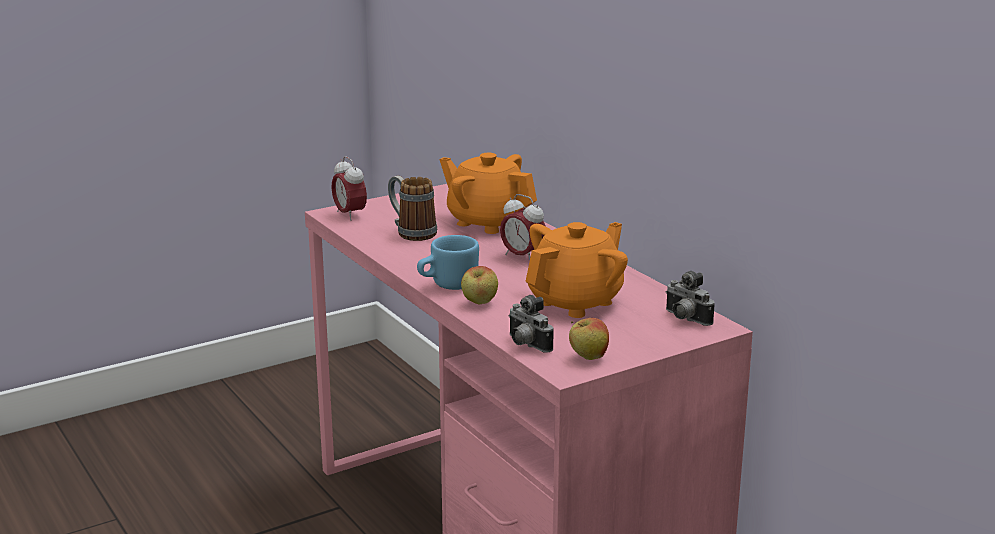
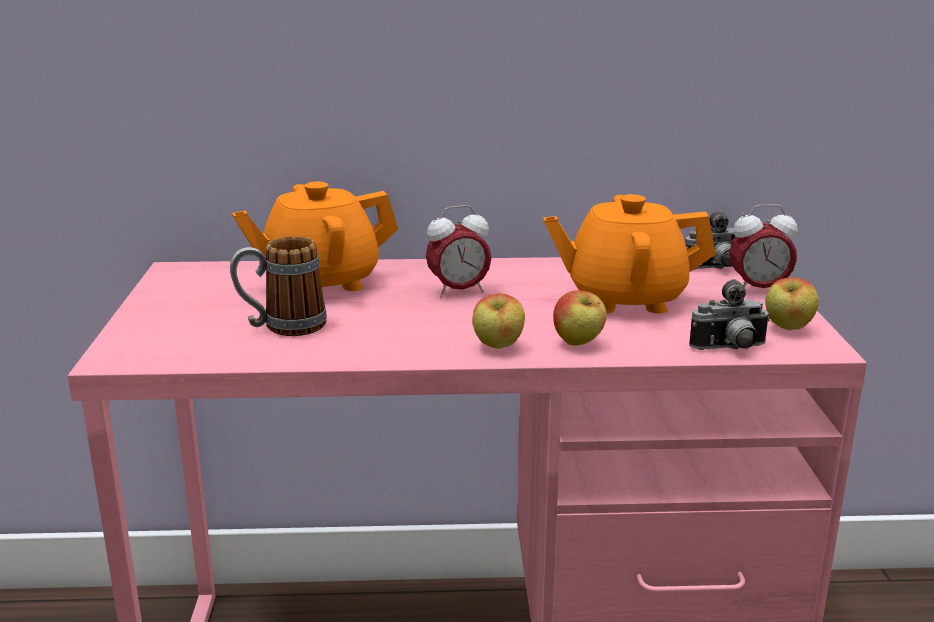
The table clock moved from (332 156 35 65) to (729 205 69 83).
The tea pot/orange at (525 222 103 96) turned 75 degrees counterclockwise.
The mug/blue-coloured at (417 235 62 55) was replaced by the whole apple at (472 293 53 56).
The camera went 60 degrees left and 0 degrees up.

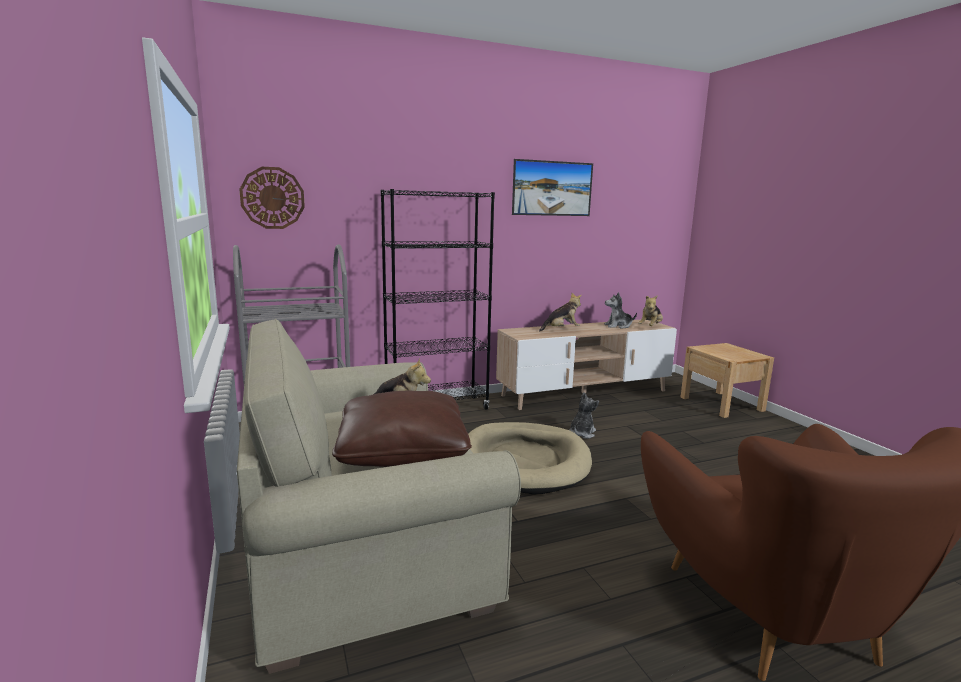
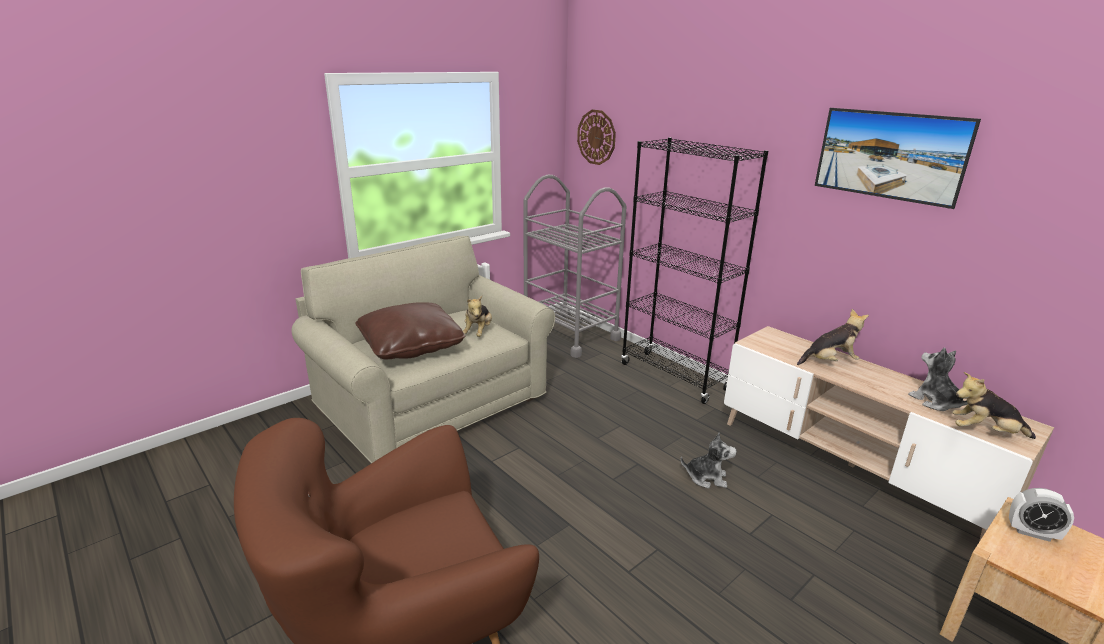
The cuddly toy at (539 293 43 39) turned 60 degrees counterclockwise.
The dog cushion/beige at (468 422 124 72) disappeared.
The table clock at (1009 488 65 54) appeared.
The camera went 70 degrees right and 10 degrees up.

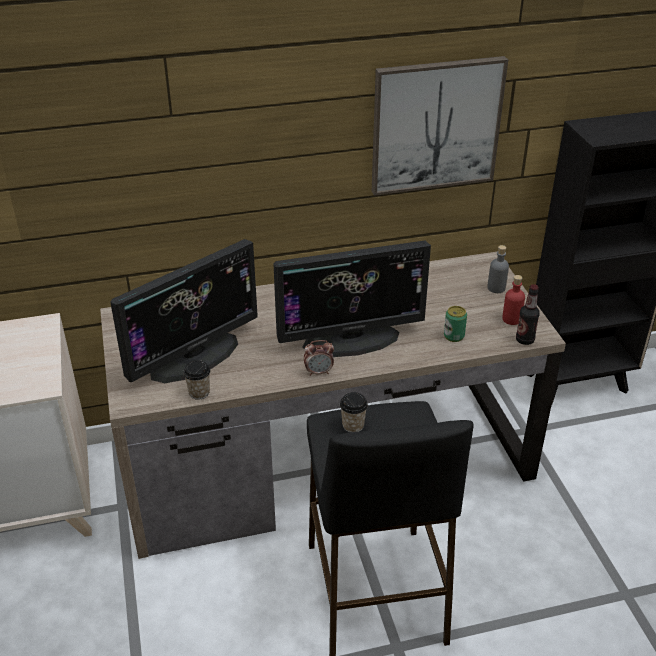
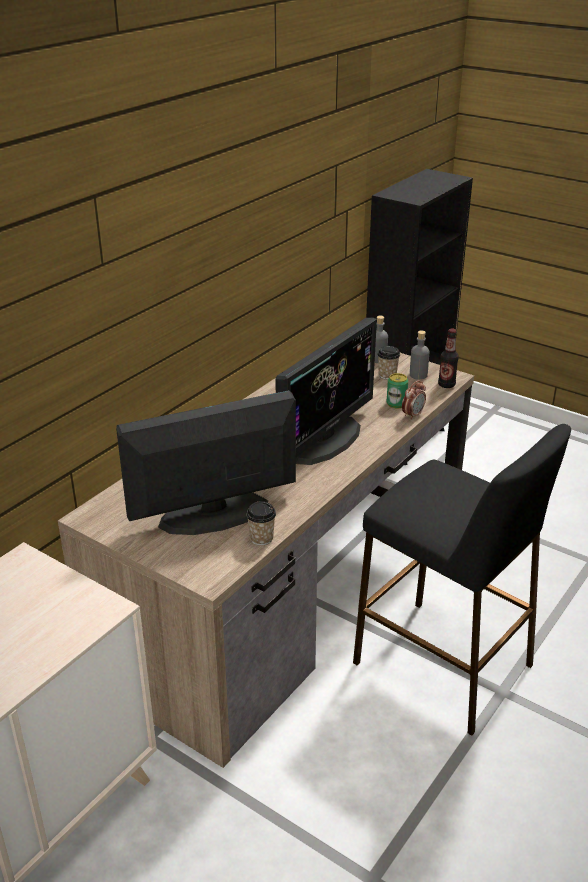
The wall picture at (372 56 136 140) disappeared.
The computer screen at (110 239 148 144) turned 120 degrees counterclockwise.
The drink bottle/red at (502 275 23 50) became the drink bottle/grey at (410 331 19 49).
The table clock moved from (304 340 30 36) to (402 380 24 40).
The drinking cup moved from (340 392 28 40) to (377 346 23 34).
The camera went 40 degrees left and 5 degrees down.

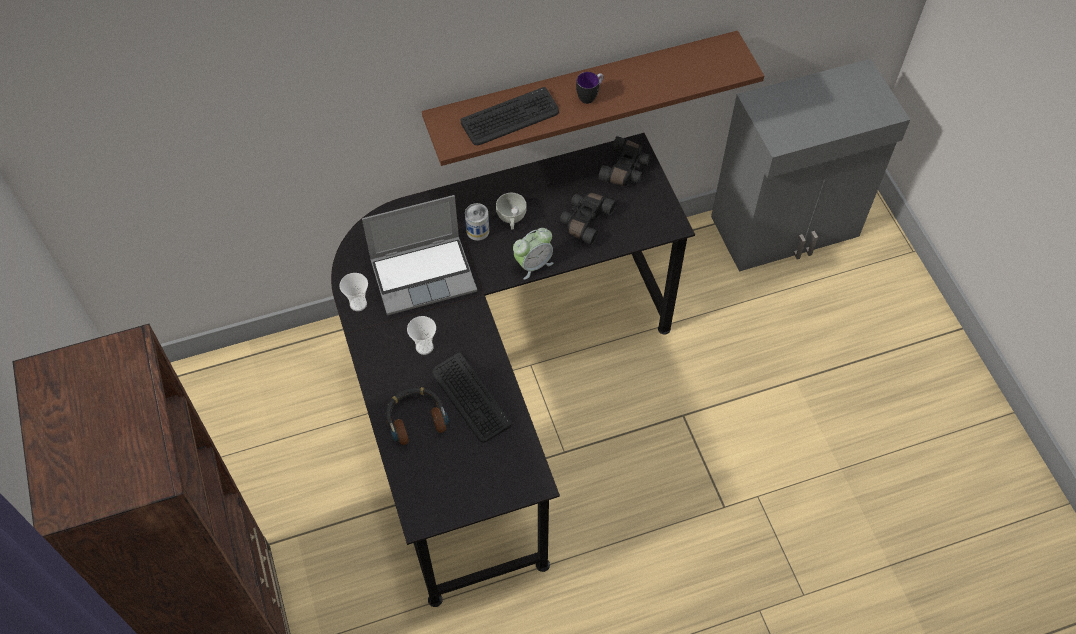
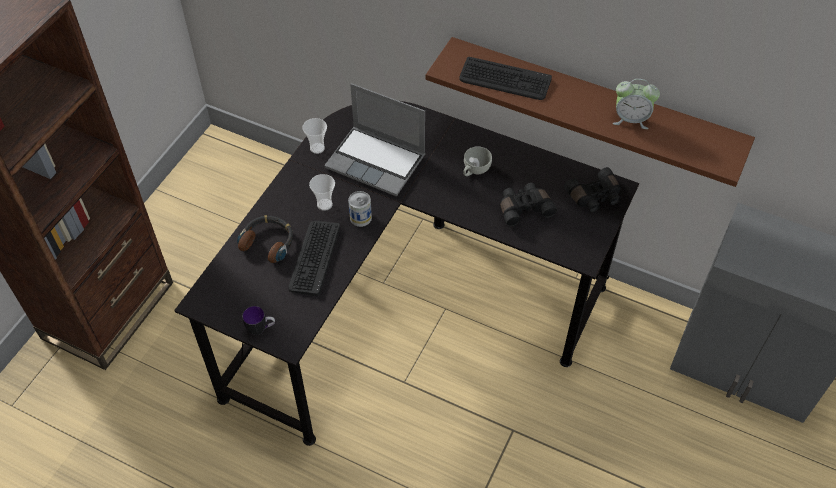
The mug moved from (576 72 28 32) to (242 306 33 29).
The metal can moved from (465 203 24 38) to (348 191 24 36).
The table clock moved from (513 228 40 52) to (612 79 48 50).
The camera went 45 degrees right and 5 degrees down.

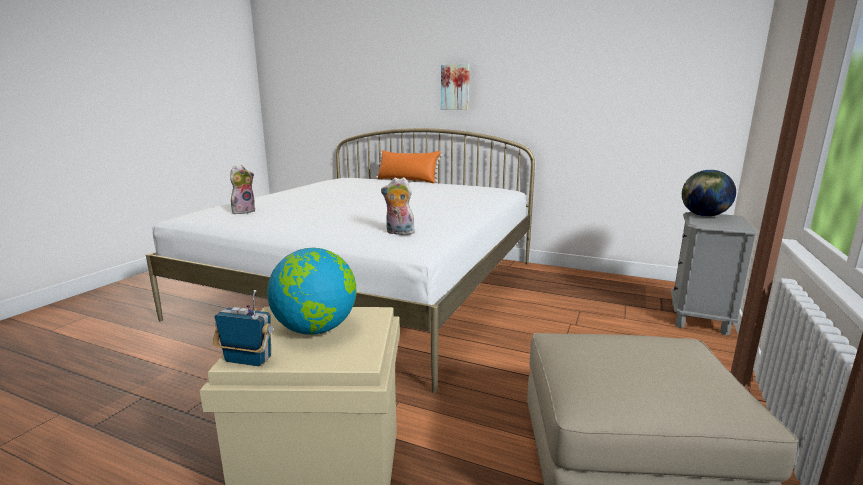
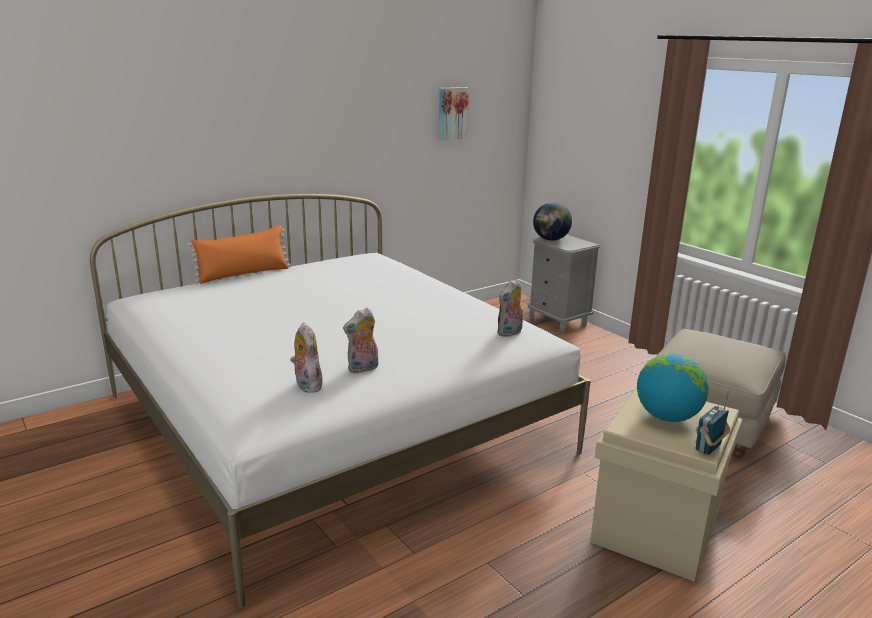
The wall picture moved from (441 64 29 46) to (439 87 30 53).
The cuddly toy at (343 308 35 65) appeared.
The camera went 60 degrees left and 5 degrees up.

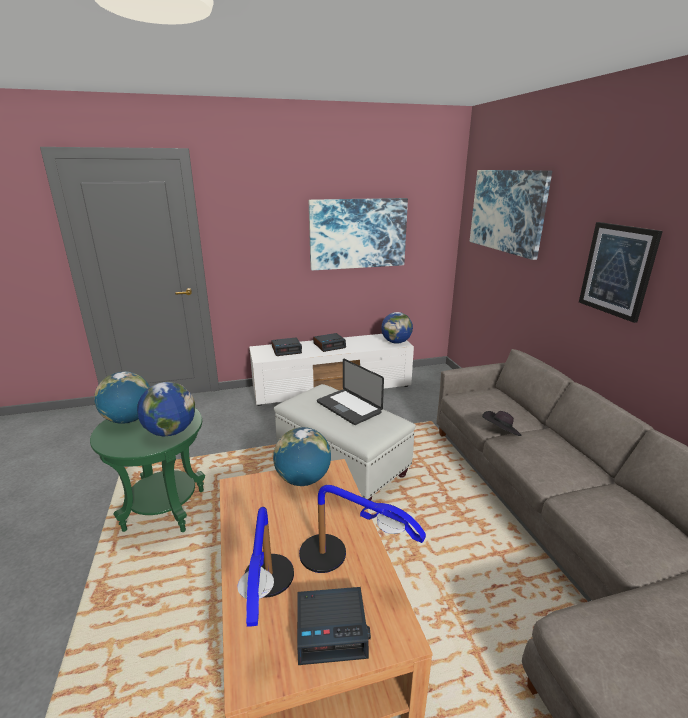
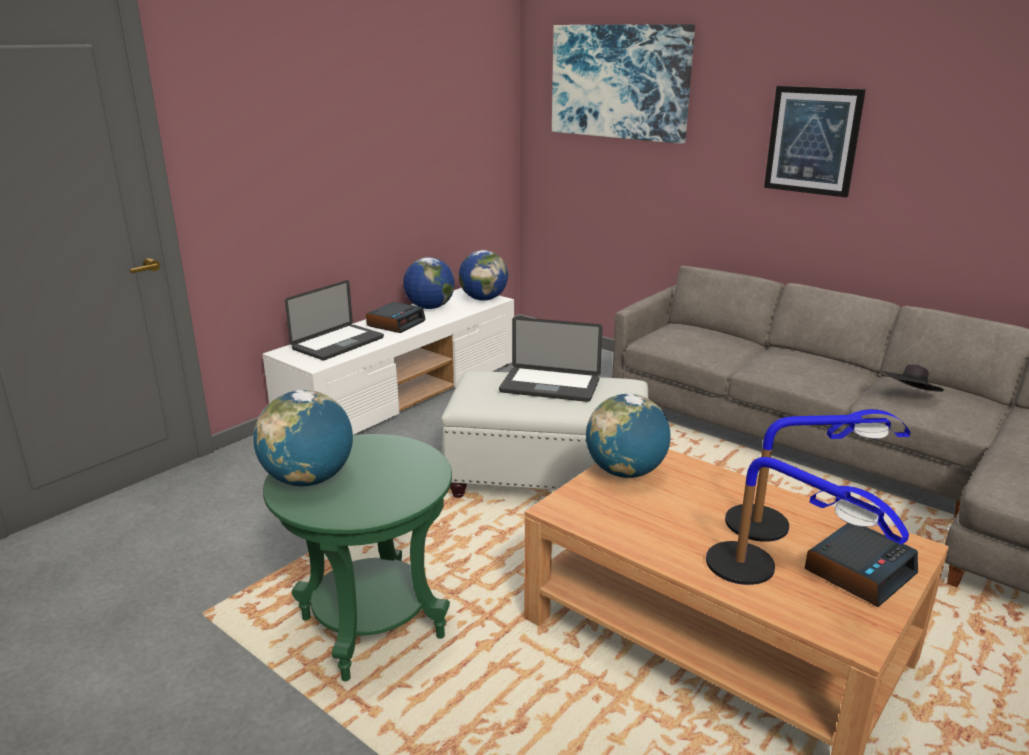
The wall picture at (309 198 99 72) disappeared.
The table clock at (271 337 31 19) was replaced by the laptop at (285 280 99 80).
The world globe moved from (137 382 58 54) to (403 257 52 52).
The clothing hat/blackish moved from (482 411 40 25) to (883 365 61 27).
The camera went 35 degrees left and 0 degrees up.

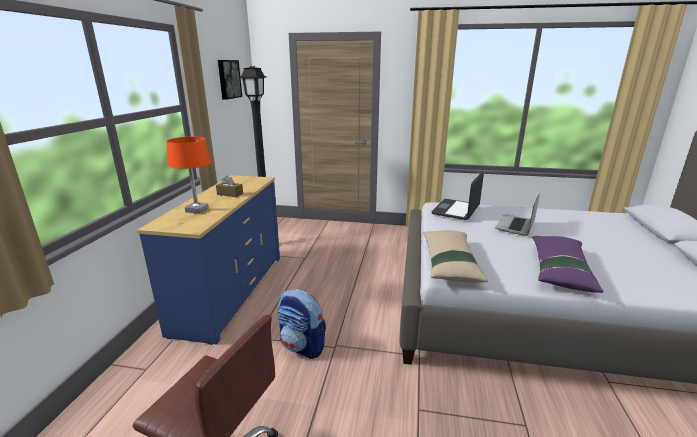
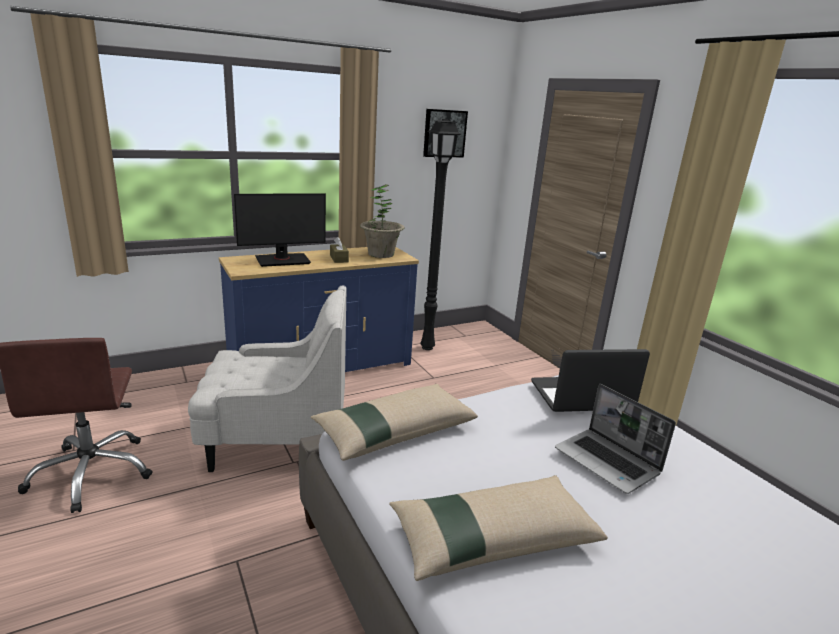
The tabletop lamp/orange at (166 137 45 77) was replaced by the computer screen at (234 193 92 74).
The laptop at (495 193 45 43) turned 120 degrees counterclockwise.
The pillow/purplish at (532 236 71 57) became the pillow/beige at (389 475 219 106).
The backpack at (278 289 48 70) was replaced by the lounge chair/white-coloured at (188 286 159 186).
The houseplant at (360 184 45 74) appeared.
The camera went 50 degrees right and 0 degrees up.

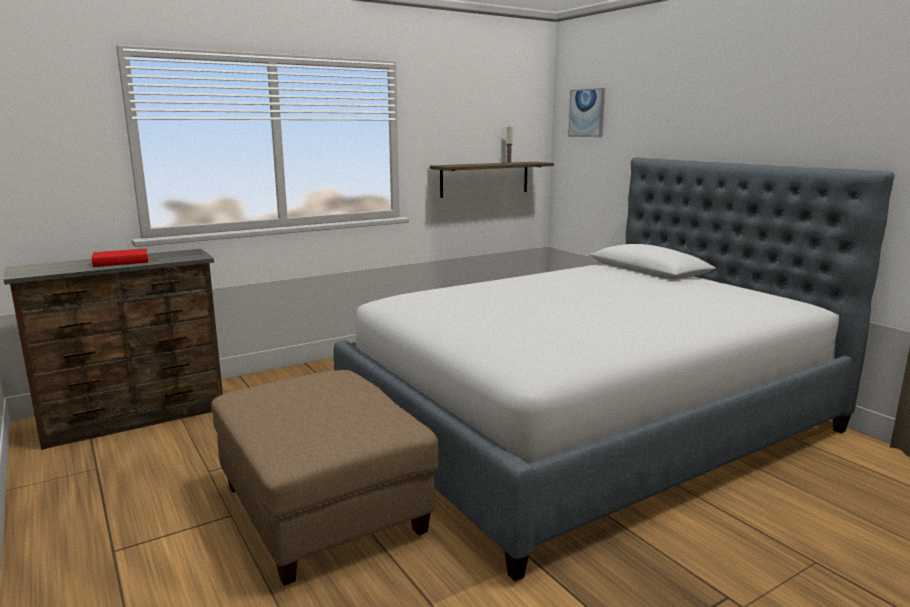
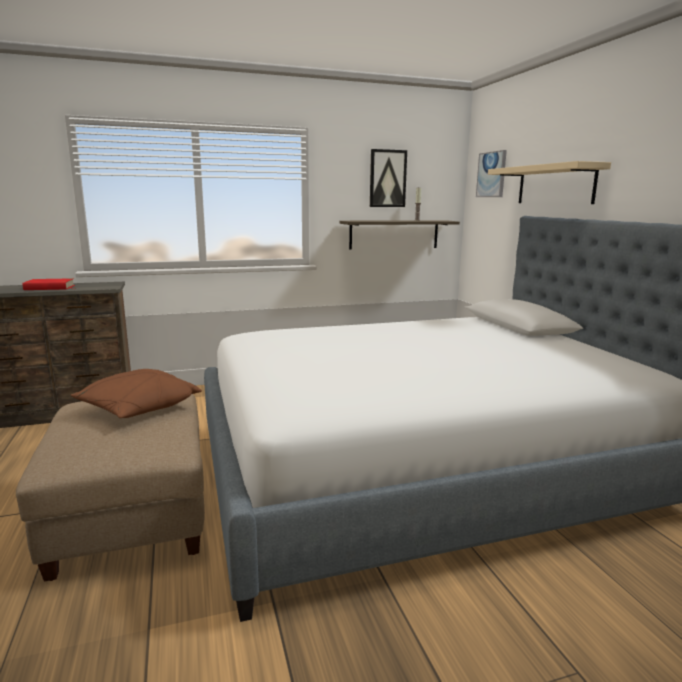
The wall picture at (370 149 37 58) appeared.
The bracket shelf/beige at (488 161 123 43) appeared.
The pillow/brownish at (71 369 131 49) appeared.
The camera went 15 degrees right and 0 degrees up.

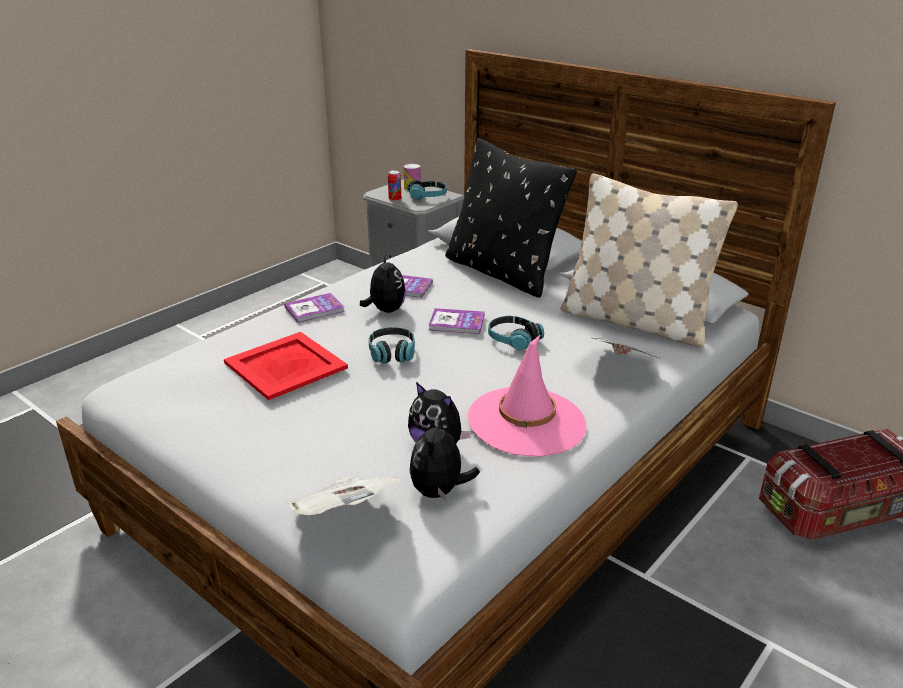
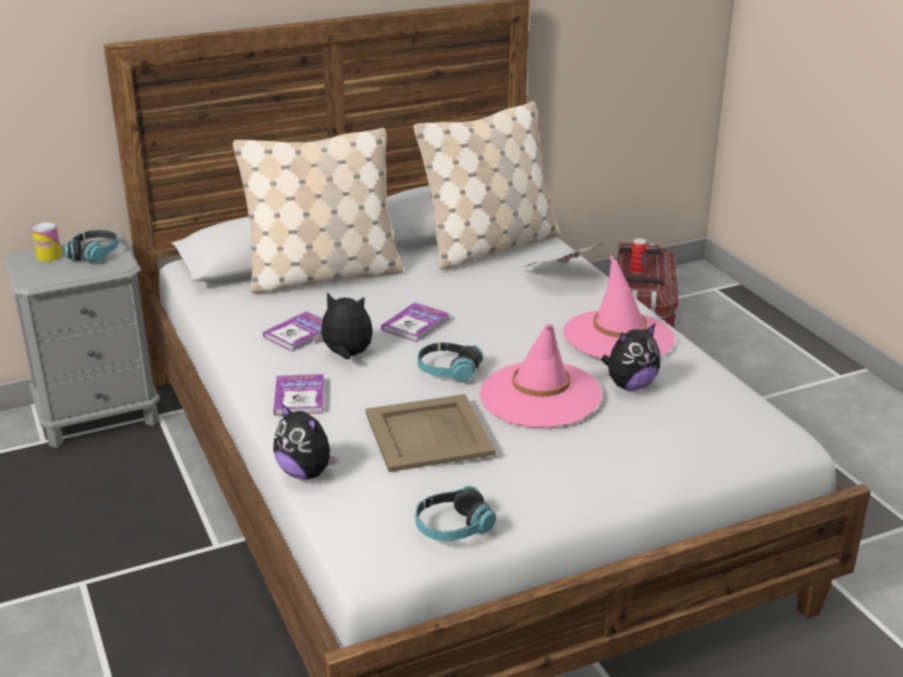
The pillow/blackish at (445 138 132 160) became the pillow/beige at (233 128 170 165).
The metal can moved from (388 170 13 32) to (630 238 17 36).
The pair of headphones moved from (488 316 56 34) to (415 486 81 55).
The tray/red at (224 332 124 68) became the tray/beige at (366 394 130 78).
The cuddly toy moved from (409 415 71 86) to (273 403 68 76).
The daily paper at (290 476 110 39) disappeared.
The clothing hat/pinkish at (480 324 122 104) appeared.
The camera went 65 degrees left and 0 degrees up.

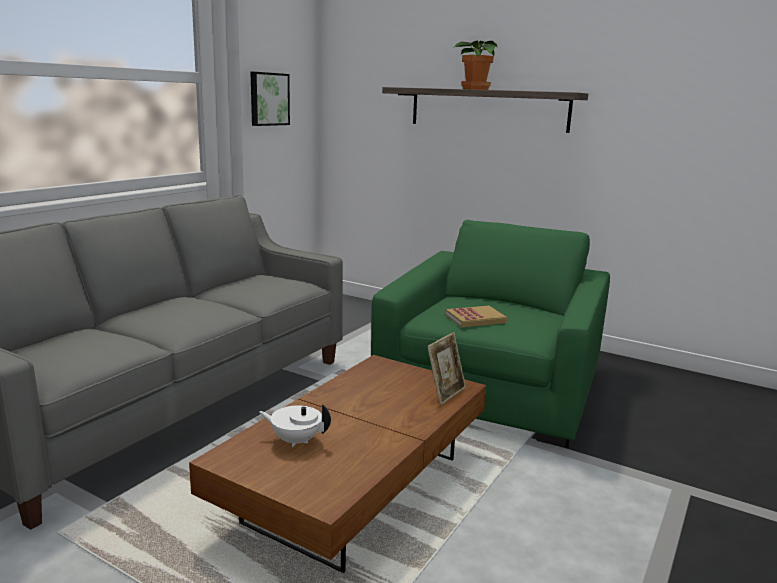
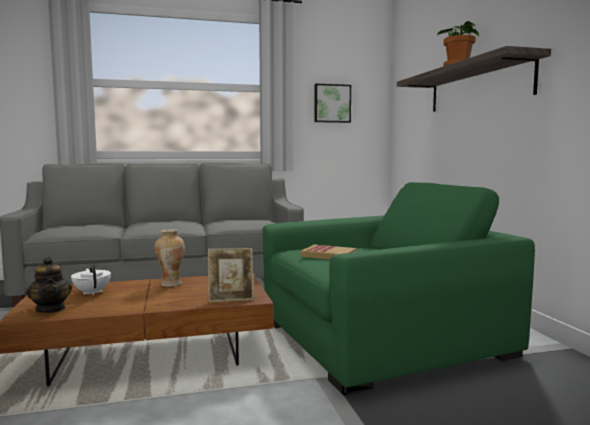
The vase at (155 229 30 58) appeared.
The tea pot at (26 256 46 57) appeared.
The camera went 45 degrees right and 10 degrees down.

